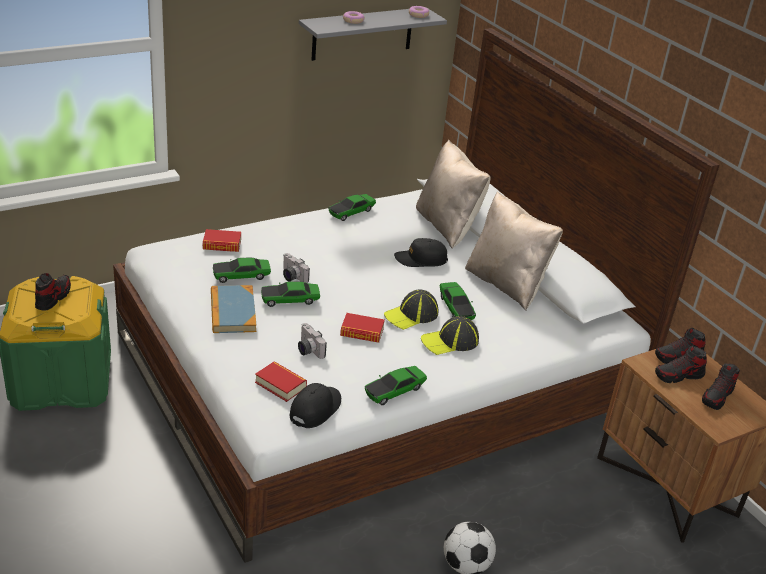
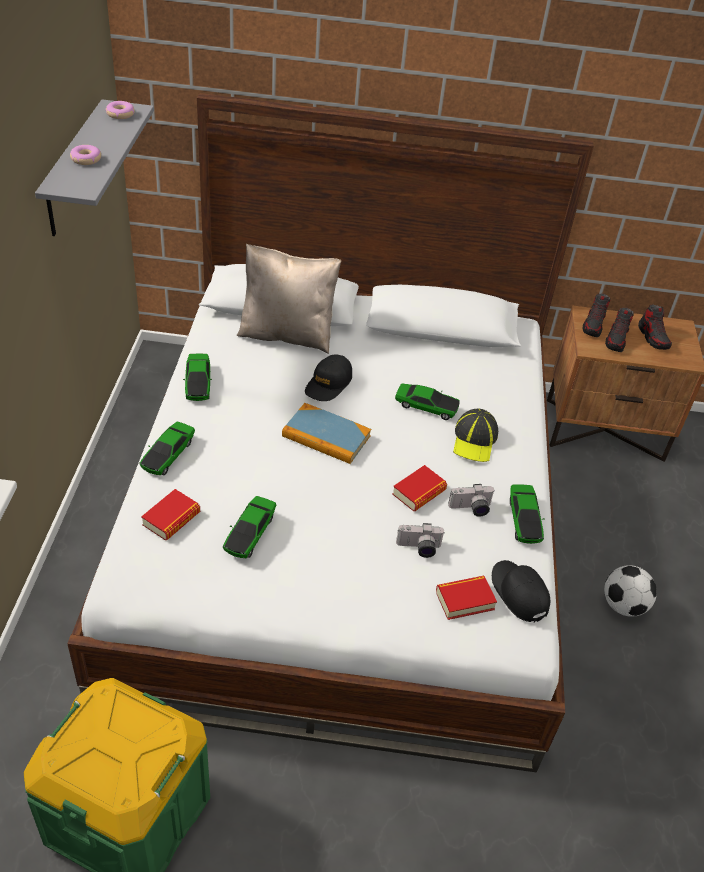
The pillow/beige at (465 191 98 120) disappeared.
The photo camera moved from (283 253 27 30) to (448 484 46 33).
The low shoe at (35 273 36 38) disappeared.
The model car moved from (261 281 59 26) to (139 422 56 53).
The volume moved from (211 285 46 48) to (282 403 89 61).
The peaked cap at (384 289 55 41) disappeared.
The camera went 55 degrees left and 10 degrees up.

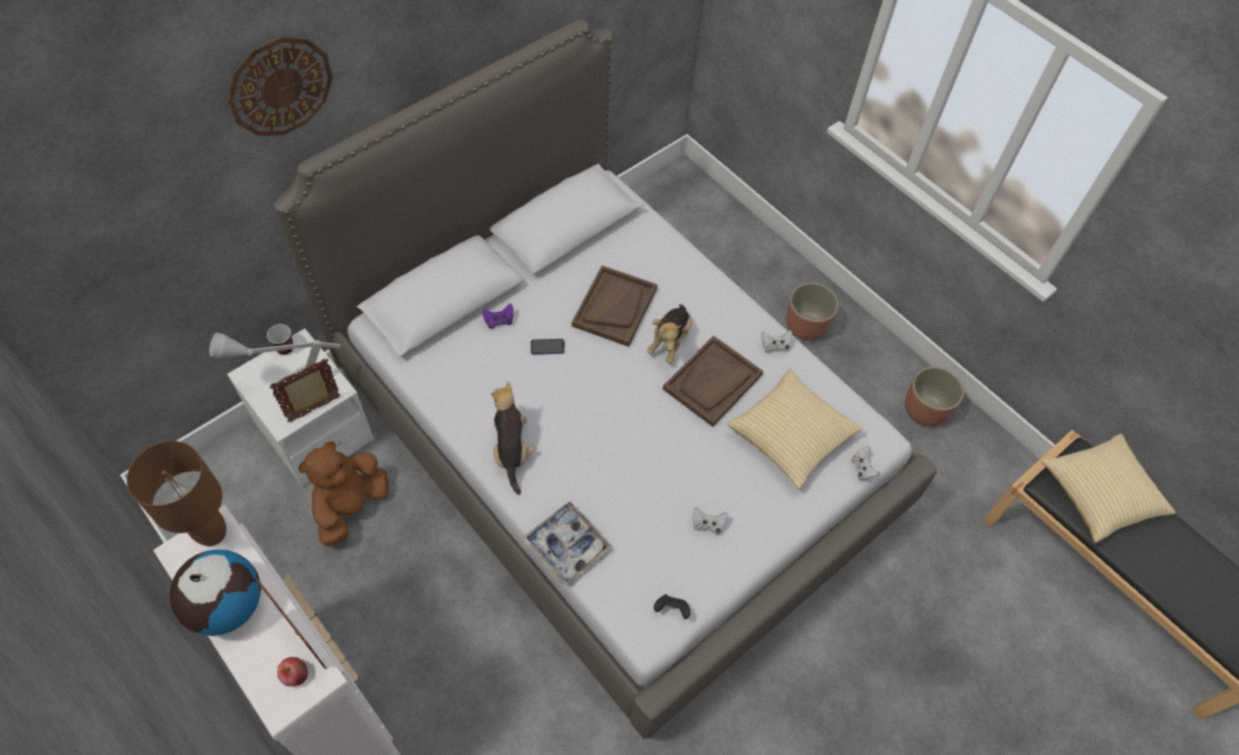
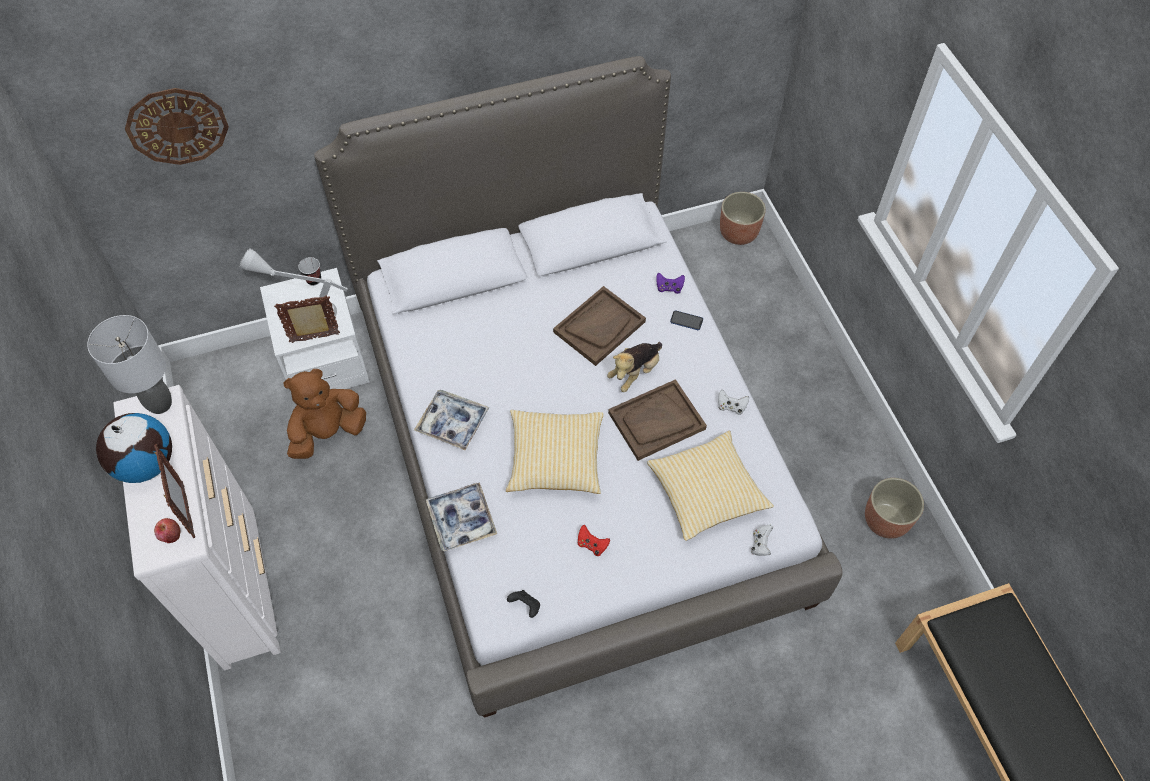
The wall clock moved from (228 37 105 99) to (125 88 104 77).
The flower pot moved from (786 283 53 58) to (720 192 46 53).
The joypad/purplish moved from (482 304 31 25) to (656 273 29 21).
The phone moved from (531 339 34 16) to (670 310 33 20).
The cuddly toy at (491 381 44 114) was replaced by the tray at (414 389 76 62).
The pillow moved from (1041 434 135 109) to (506 410 97 84).
The tabletop lamp/brownish at (127 441 99 105) became the tabletop lamp/grey at (87 315 85 99).
The joypad/white-coloured at (693 507 34 27) became the joypad/red at (578 525 32 31).
The camera went 25 degrees right and 0 degrees up.

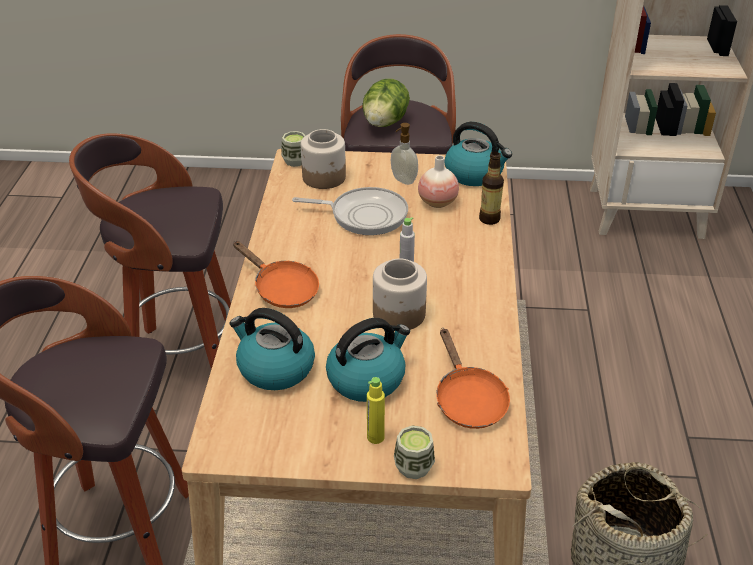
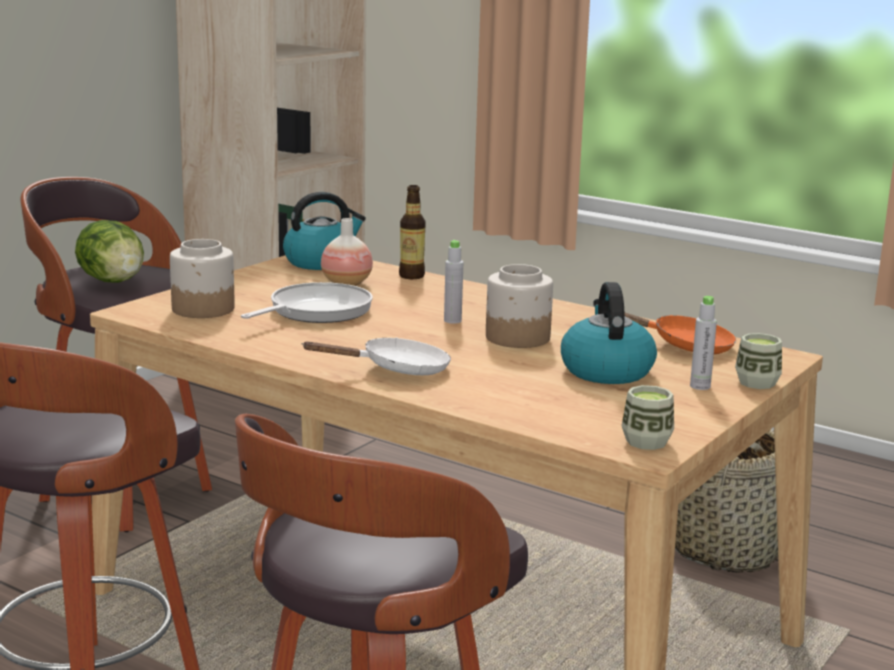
The liquid soap bottle at (391 123 27 62) disappeared.
The drinking cup moved from (281 131 25 36) to (622 385 52 65).
The skillet/orange at (233 241 86 67) became the skillet/white-coloured at (302 338 149 37).
The tea kettle at (230 308 85 82) disappeared.
The drink bottle/yellow-coloured at (367 377 18 67) became the drink bottle/grey at (690 296 27 94).
The camera went 60 degrees left and 20 degrees down.

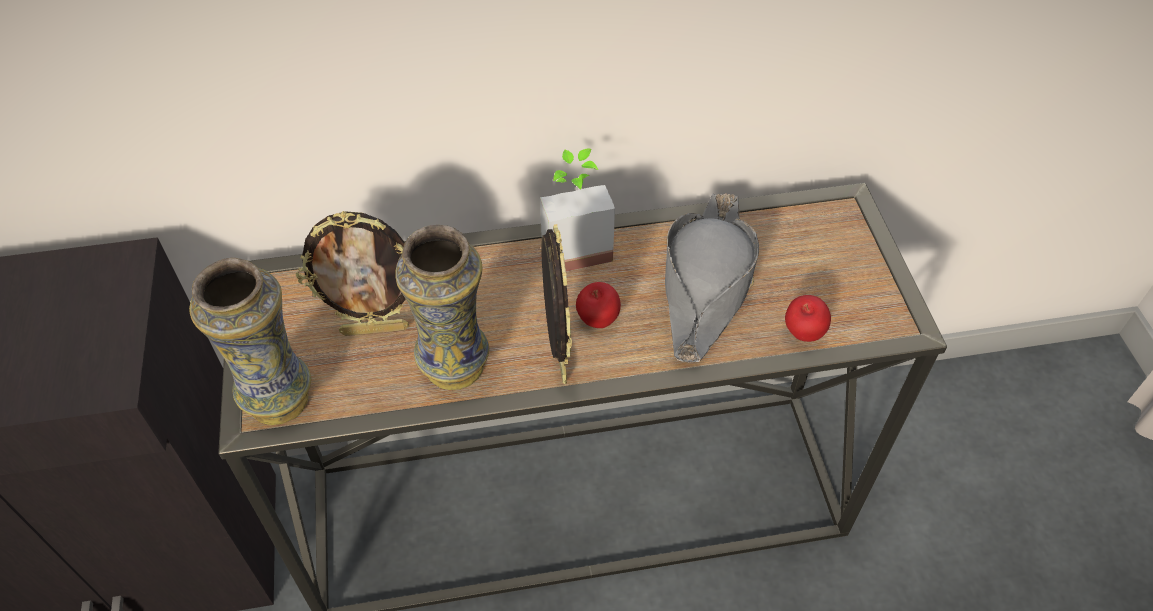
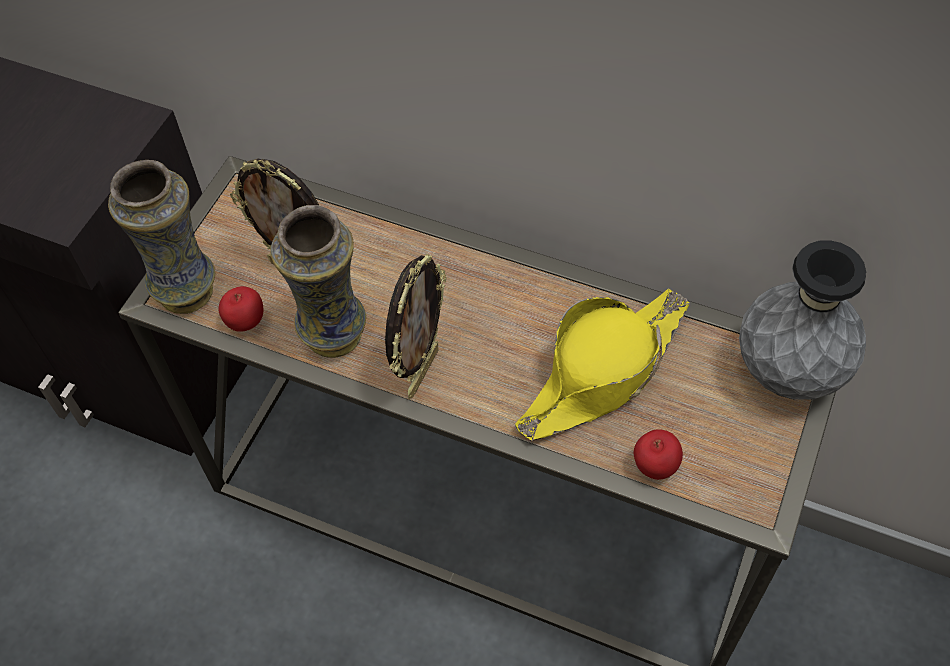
The houseplant at (540 149 75 123) disappeared.
The clothing hat/grey at (665 193 94 170) became the clothing hat/yellow-coloured at (515 288 175 153).
The whole apple moved from (576 282 45 46) to (219 286 44 46).
The vase/grey at (739 240 127 160) appeared.
The camera went 35 degrees right and 5 degrees up.

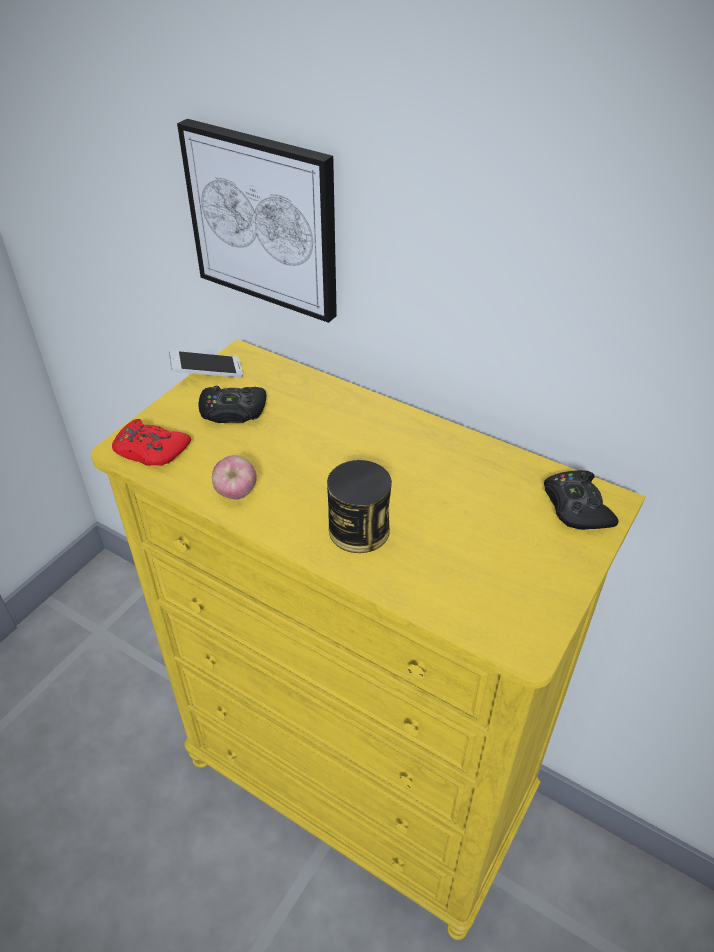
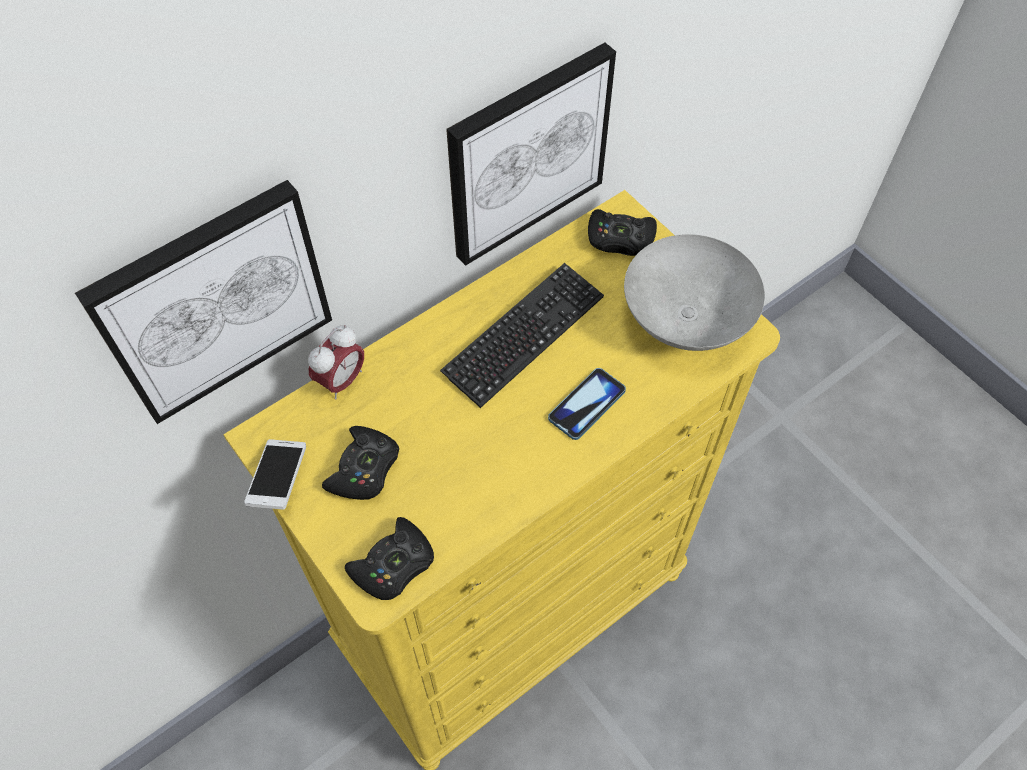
The joypad/red at (112 419 79 47) became the joypad/blackish at (345 517 89 83).
The whole apple at (212 455 45 44) disappeared.
The metal can at (327 460 65 93) was replaced by the phone at (548 368 78 72).
The wall picture at (446 43 170 223) appeared.
The bowl/grey at (624 234 141 117) appeared.
The computer keyboard at (440 263 164 145) appeared.
The table clock at (308 325 56 75) appeared.
The camera went 70 degrees left and 15 degrees up.

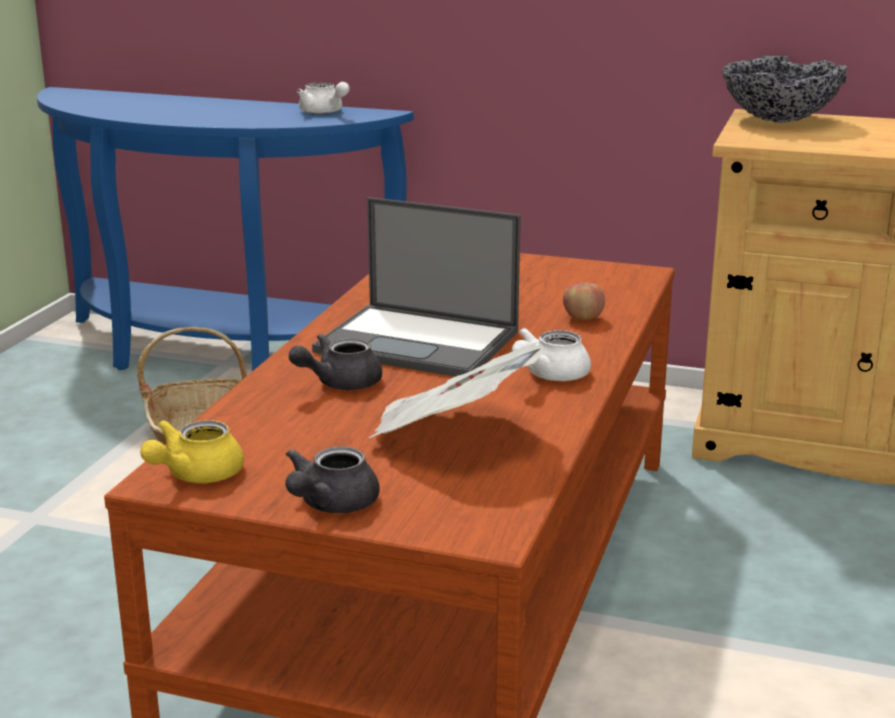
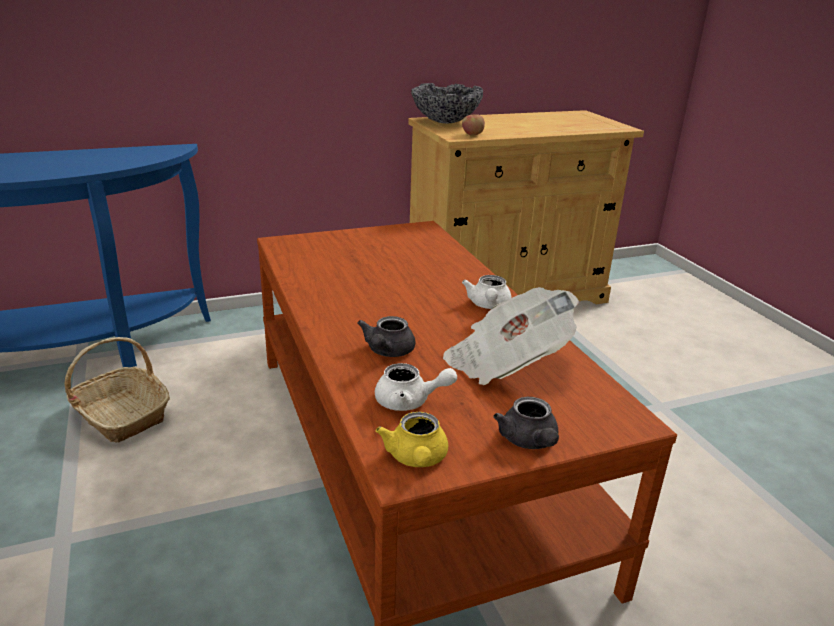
The tea pot/white-coloured moved from (297 82 52 32) to (375 363 82 48).
The laptop at (312 197 209 180) disappeared.
The whole apple moved from (563 283 42 37) to (462 114 23 22).
The camera went 40 degrees left and 5 degrees up.

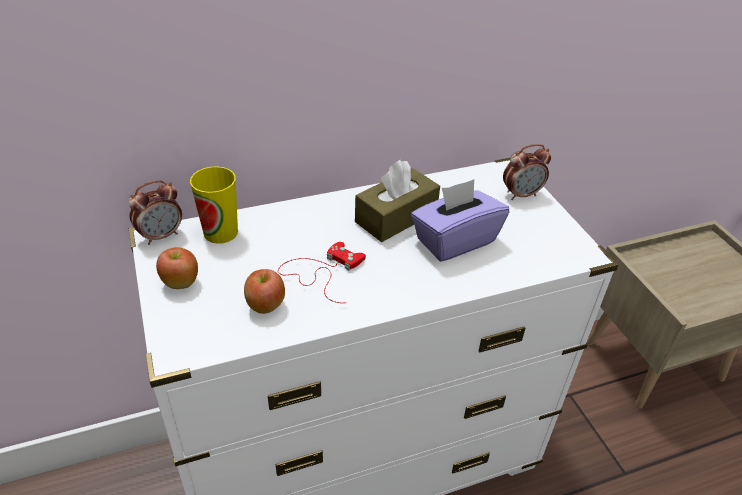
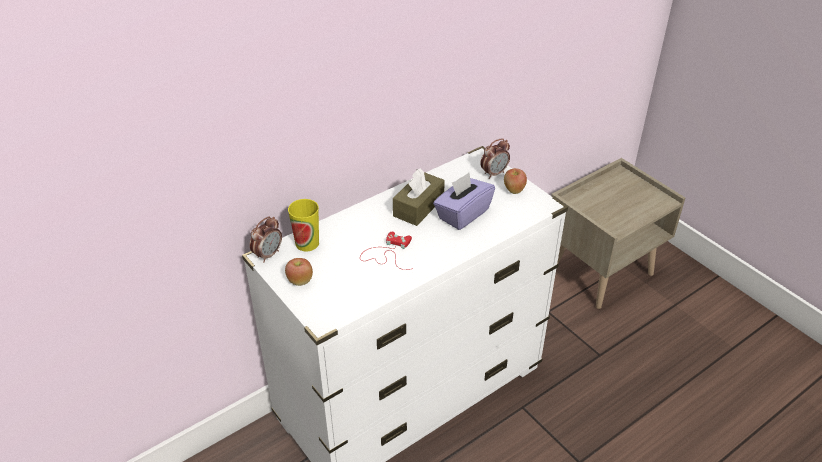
The whole apple moved from (244 269 41 45) to (504 168 23 26).
The camera went 15 degrees left and 0 degrees up.

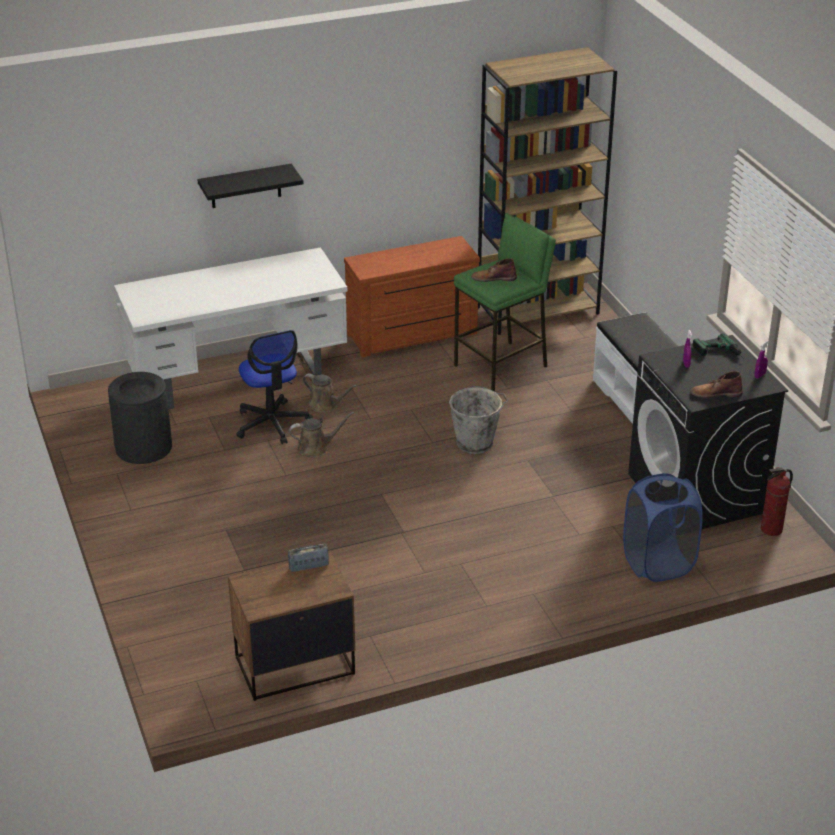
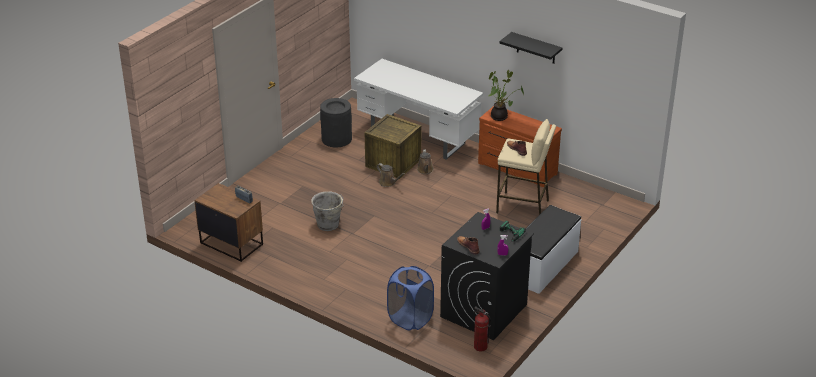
The bookcase/brownish at (478 47 139 288) disappeared.
The bracket shelf/blackish moved from (197 164 106 44) to (499 32 63 32).
The stool/green-coloured at (454 213 102 178) became the stool/beige at (496 119 60 96).
The computer chair at (236 330 77 114) was replaced by the shipping crate at (365 114 56 65).
The water bucket/grey moved from (449 386 59 68) to (311 191 33 40).
The houseplant at (489 70 35 51) appeared.
The camera went 55 degrees right and 0 degrees up.

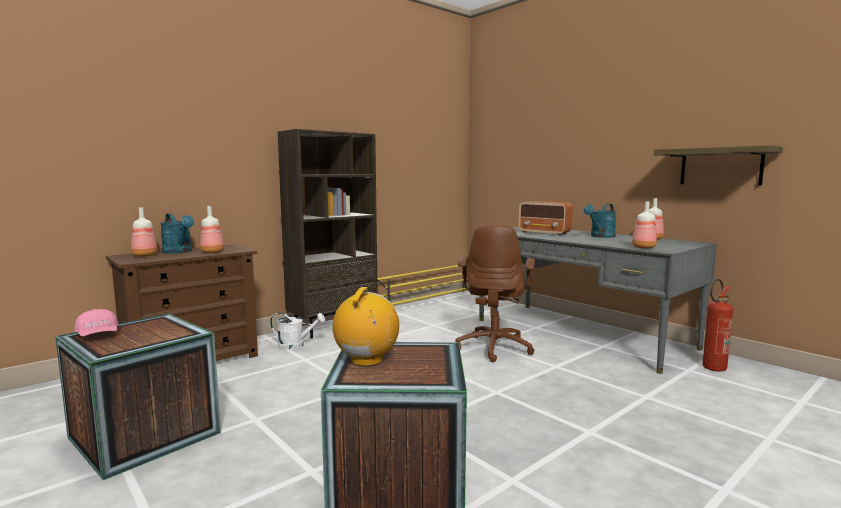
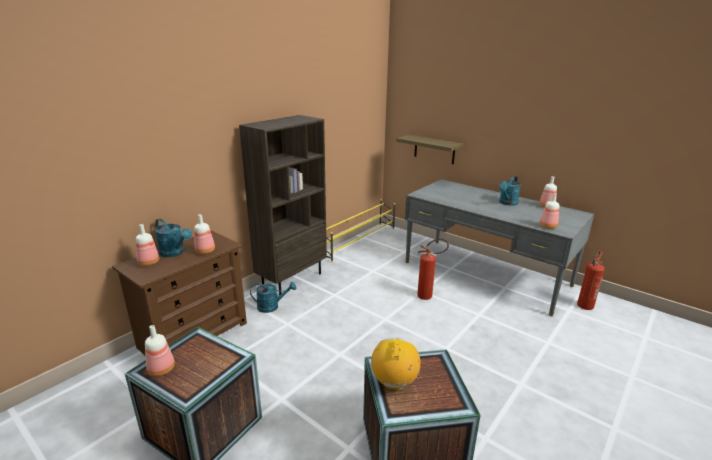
The bracket shelf moved from (654 145 129 40) to (396 135 68 29).
The radio receiver at (518 201 55 34) disappeared.
The computer chair/brownish at (456 224 80 138) was replaced by the fire-fighting cylinder at (417 238 32 62).
The peaked cap/pinkish at (74 309 45 27) was replaced by the drink bottle at (145 325 30 51).
The watering pot/white-coloured at (270 312 55 38) became the watering pot/turquoise at (250 282 46 31).
The camera went 10 degrees left and 15 degrees up.

